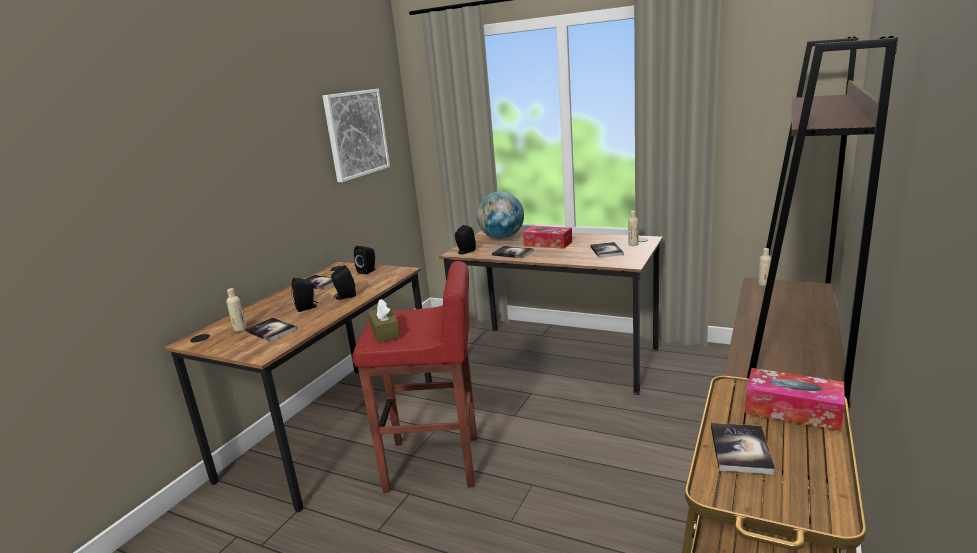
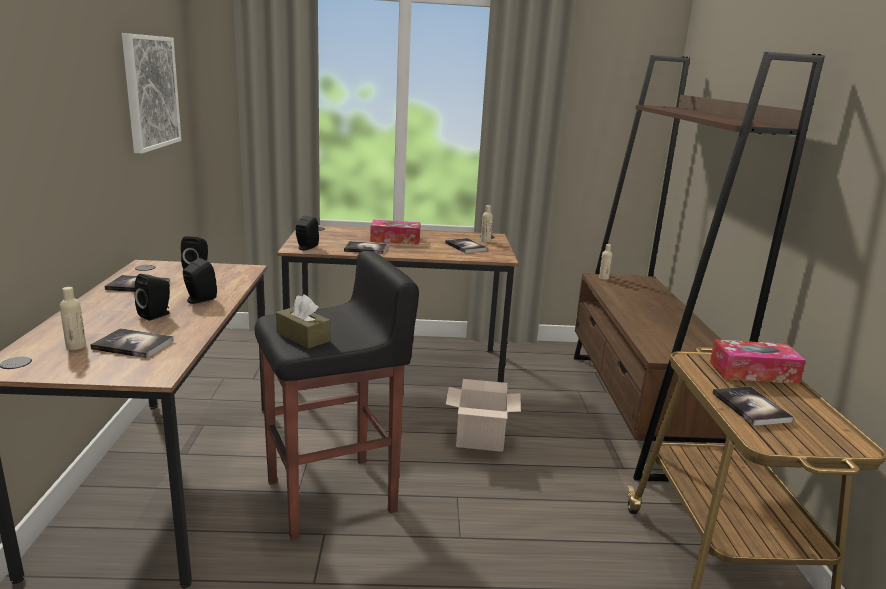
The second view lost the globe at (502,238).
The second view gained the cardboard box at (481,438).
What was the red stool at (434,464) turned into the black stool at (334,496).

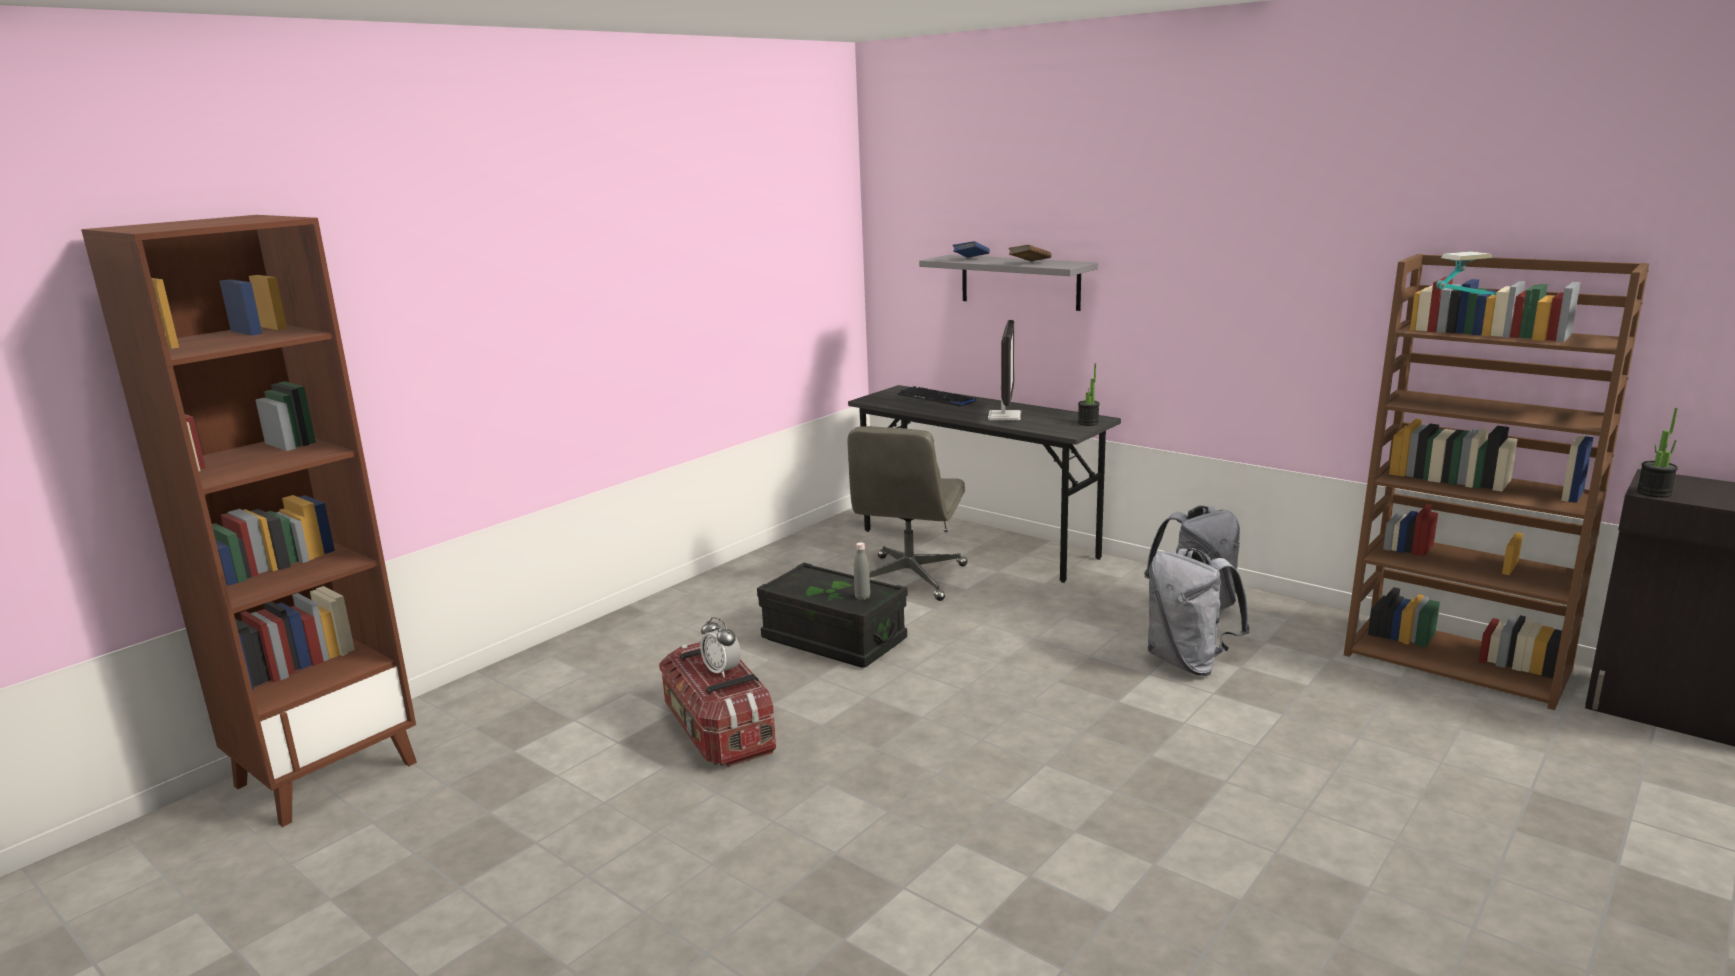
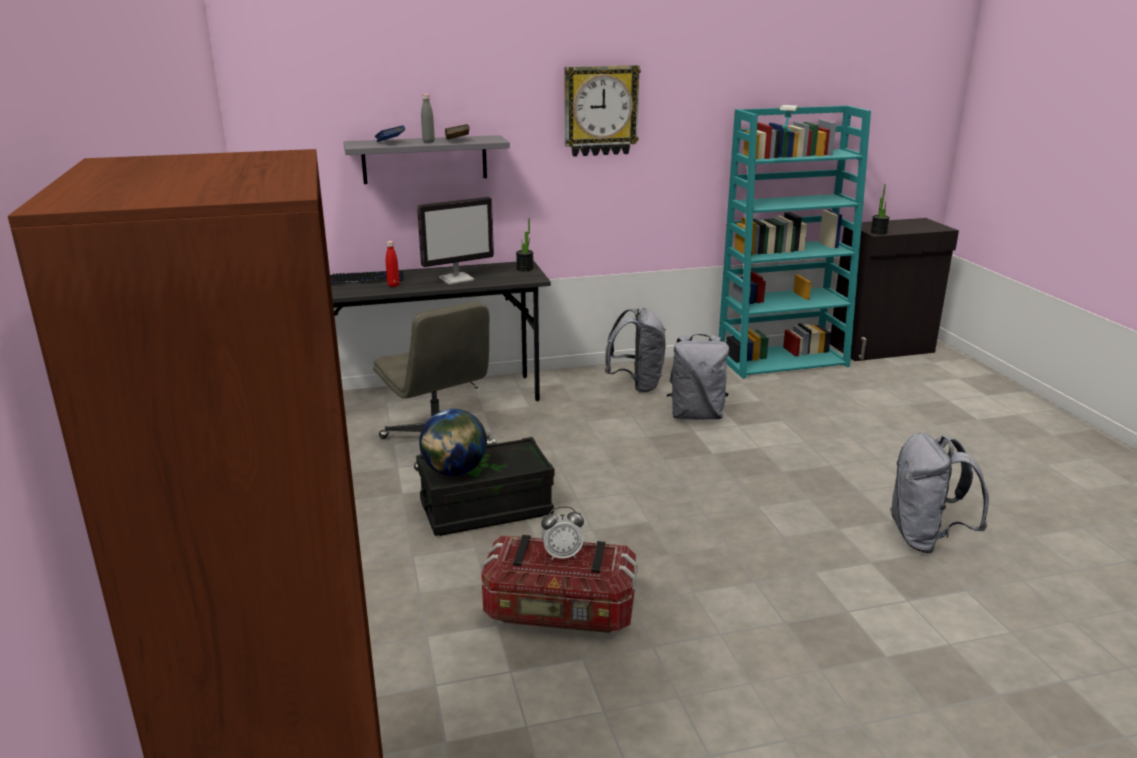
The second view gained the red bottle at (393,285).
The second view gained the globe at (454,471).
The second view gained the wall clock at (600,111).
The second view gained the grey backpack at (926,539).
The grey bottle ended up elsewhere, having gone from (862,597) to (428,142).
What was the brown bookcase at (1458,661) turned into the turquoise bookcase at (783,360).
The monitor at (1004,416) ended up facing another way, 105 degrees clockwise from before.

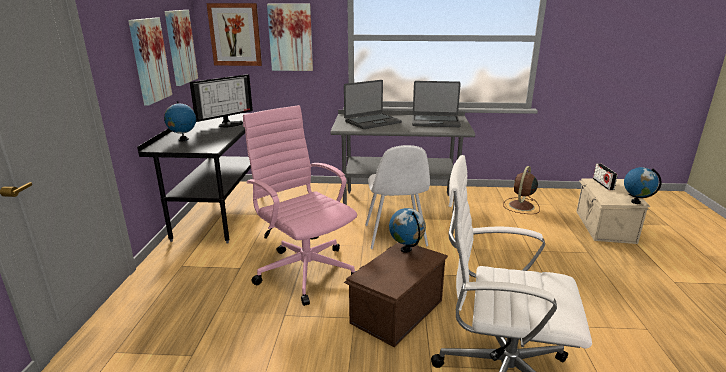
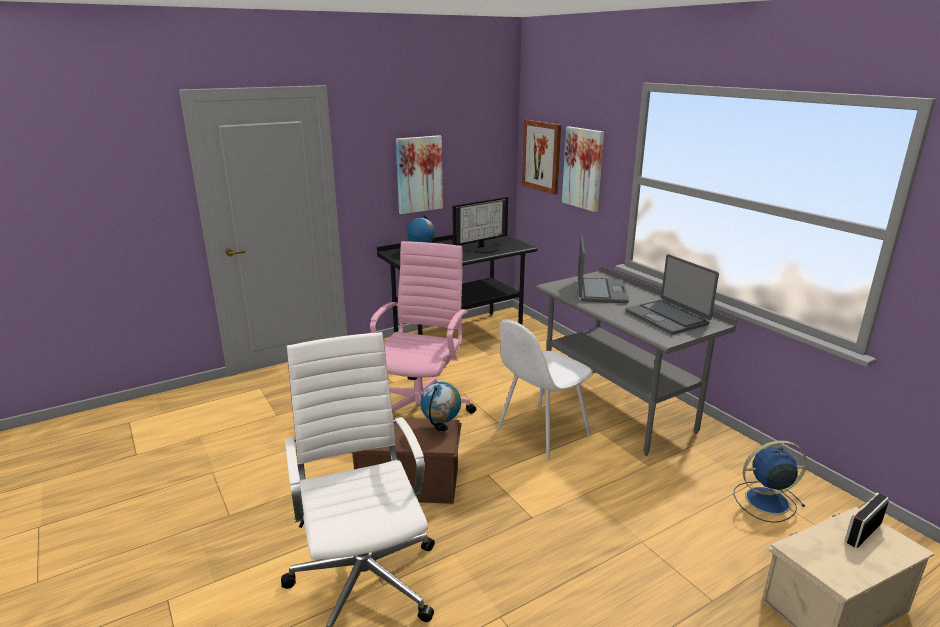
The second view lost the picture at (180,47).
The second view lost the globe at (635,202).
What was the brown fan at (521,206) turned into the blue fan at (765,501).
The monitor at (230,123) ended up facing another way, 45 degrees counterclockwise from before.
The laptop at (372,122) ended up facing another way, 105 degrees counterclockwise from before.

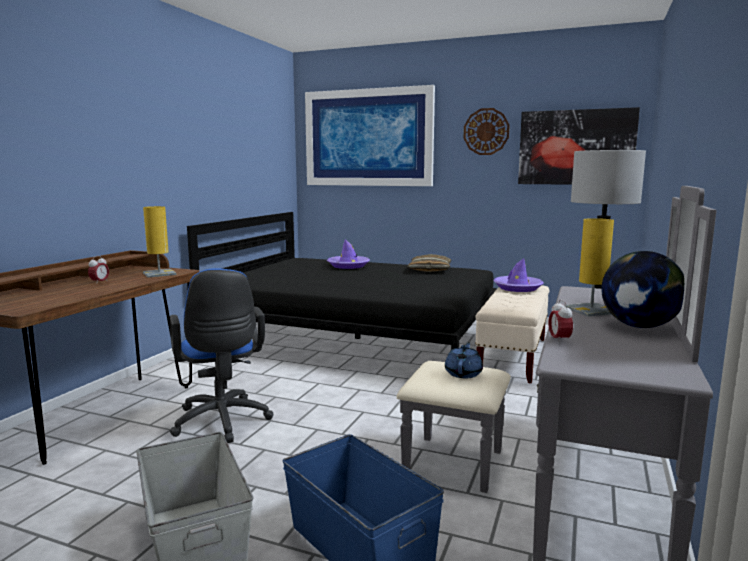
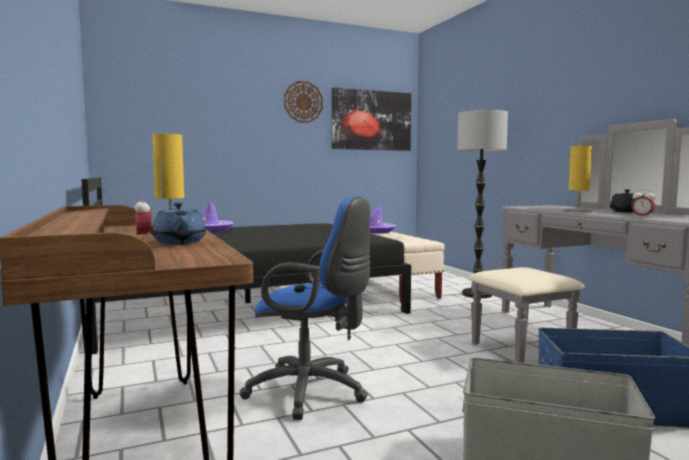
The second view lost the picture at (368,138).
The second view lost the pillow at (429,270).
The blue teapot ended up elsewhere, having gone from (463,373) to (179,242).
Where the globe stood at (639,326), the black teapot came to stand at (626,212).

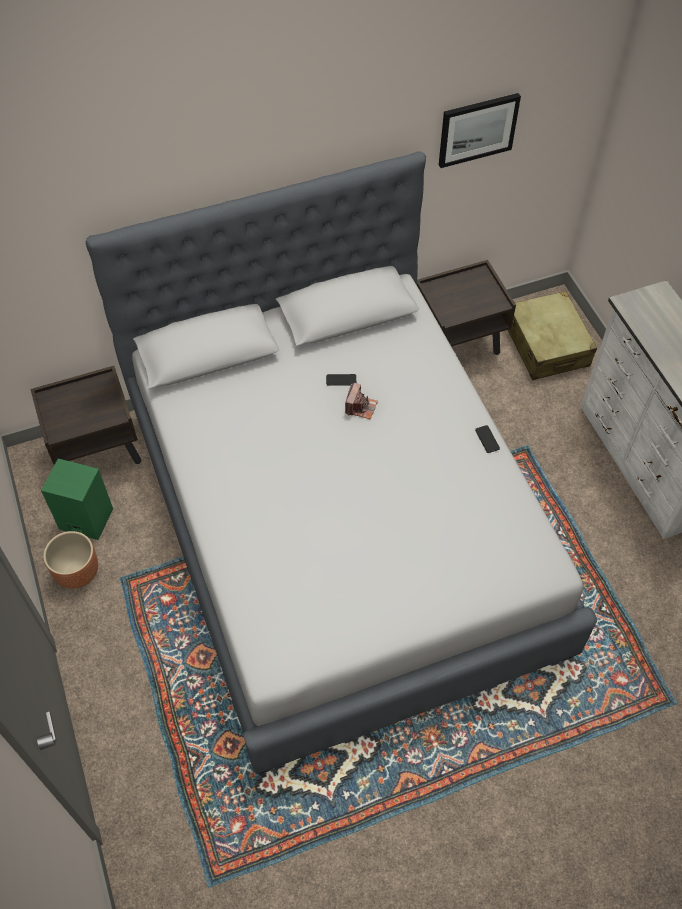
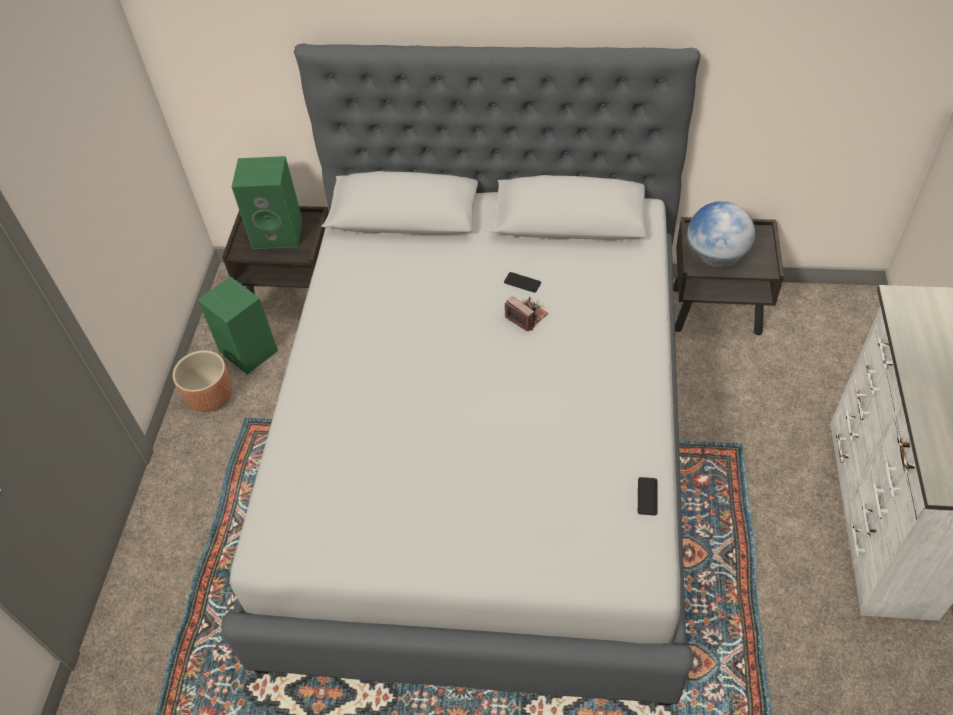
The second view lost the picture at (477,129).
The second view lost the beige suitcase at (546,345).
The second view gained the green speaker at (279,233).
The second view gained the globe at (716,257).
The phone ended up elsewhere, having gone from (487,439) to (647,496).
The photo camera at (360,407) ended up facing another way, 90 degrees counterclockwise from before.

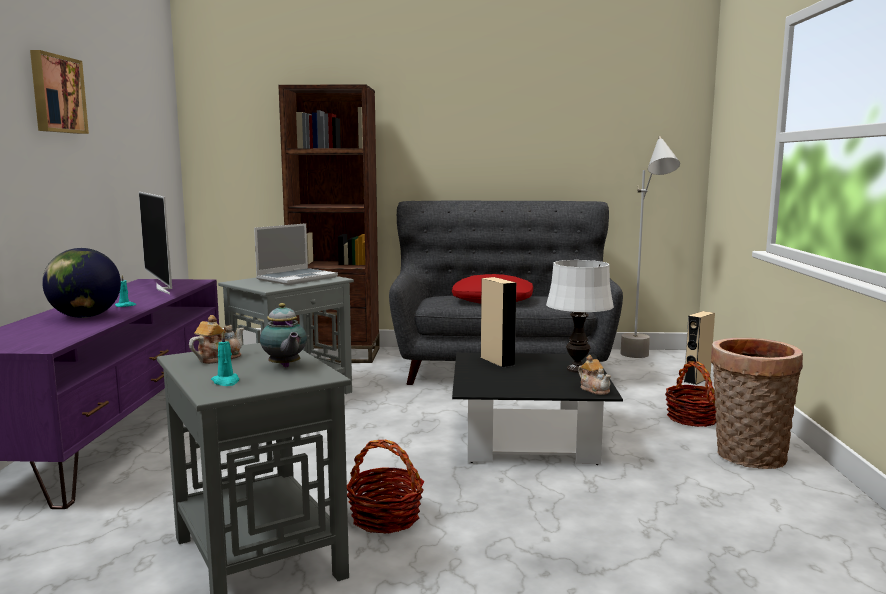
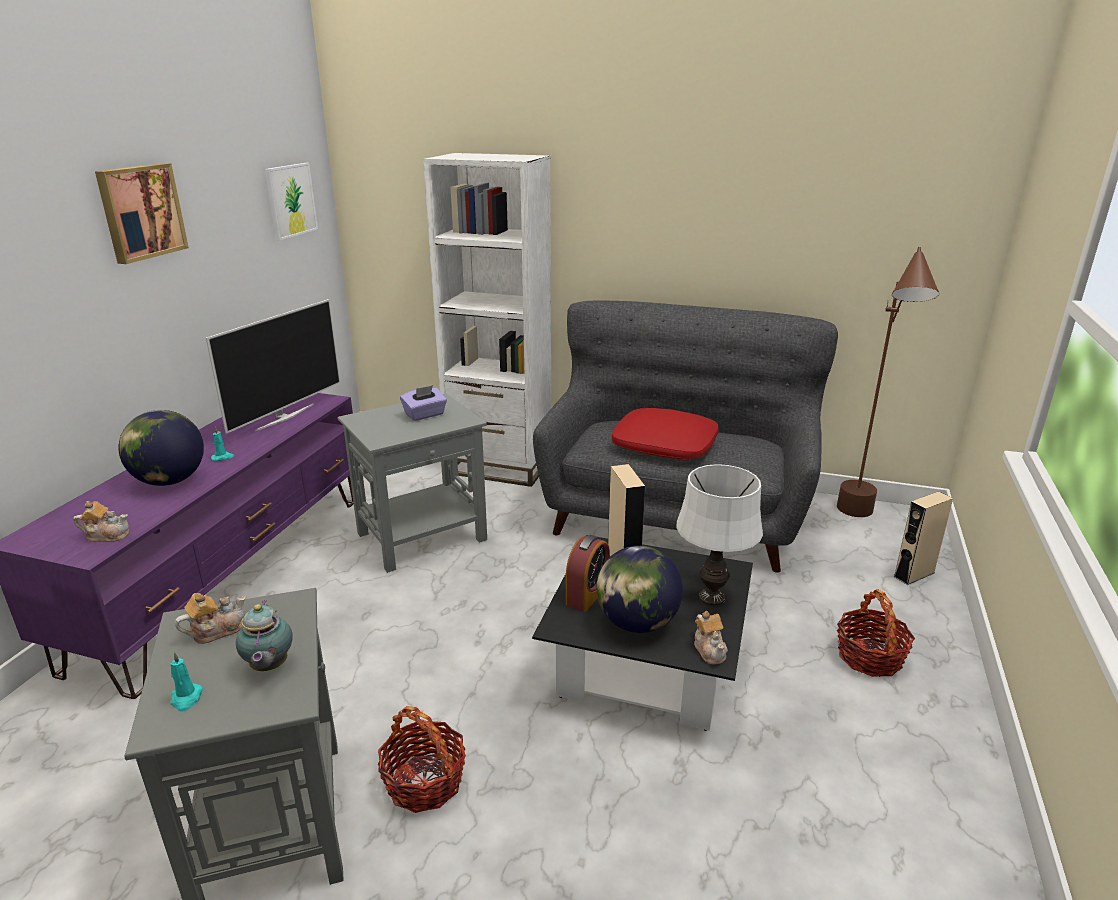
The second view lost the basket at (747,457).
The second view gained the teapot at (107,535).
The second view gained the picture at (290,200).
The second view gained the alarm clock at (587,594).
The second view gained the globe at (636,623).
Where the laptop stood at (297,278), the purple tissue box came to stand at (425,415).
What was the brown bookcase at (336,355) turned into the white bookcase at (499,466).
What was the grey floor lamp at (642,360) turned into the brown floor lamp at (859,523).
The television at (164,288) ended up facing another way, 135 degrees counterclockwise from before.

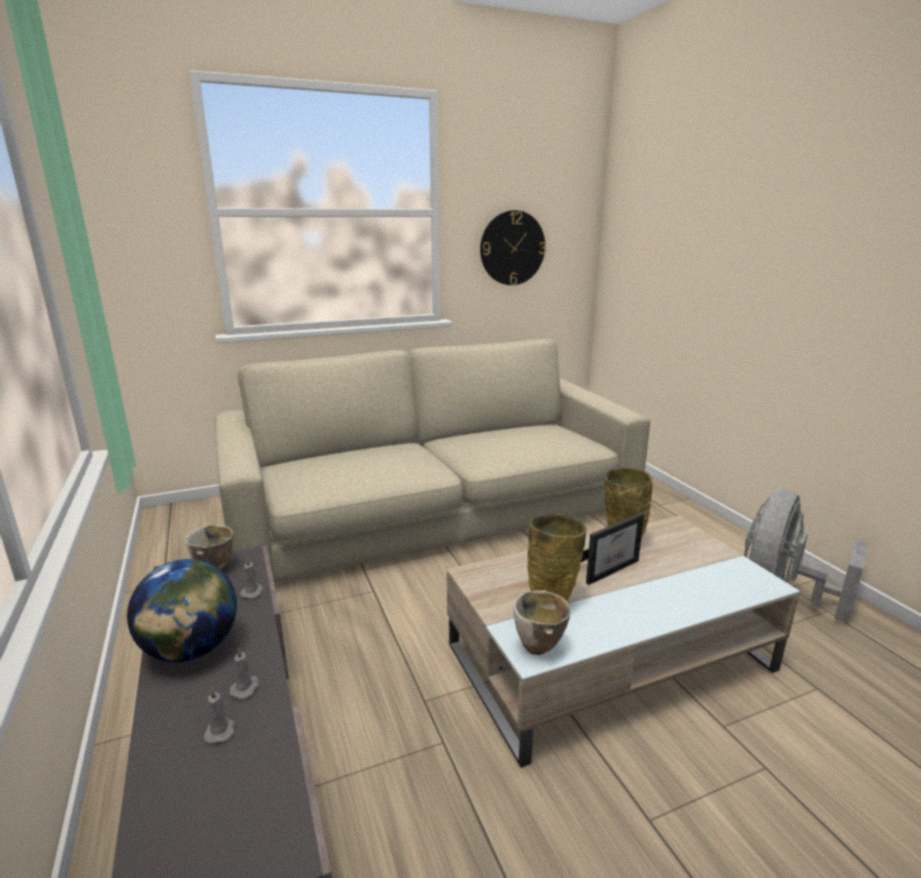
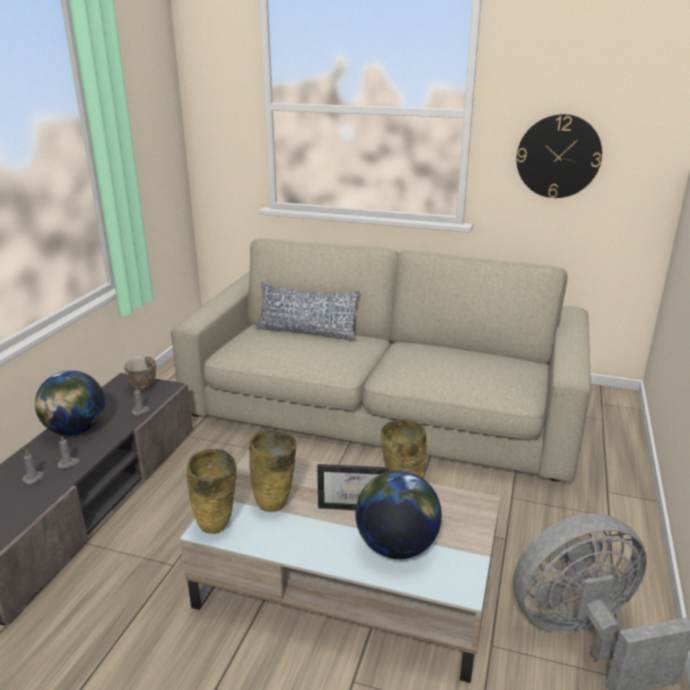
The second view gained the pillow at (307,332).
The second view gained the globe at (396,546).
Where the bowl stood at (539,648), the beige vase came to stand at (216,527).

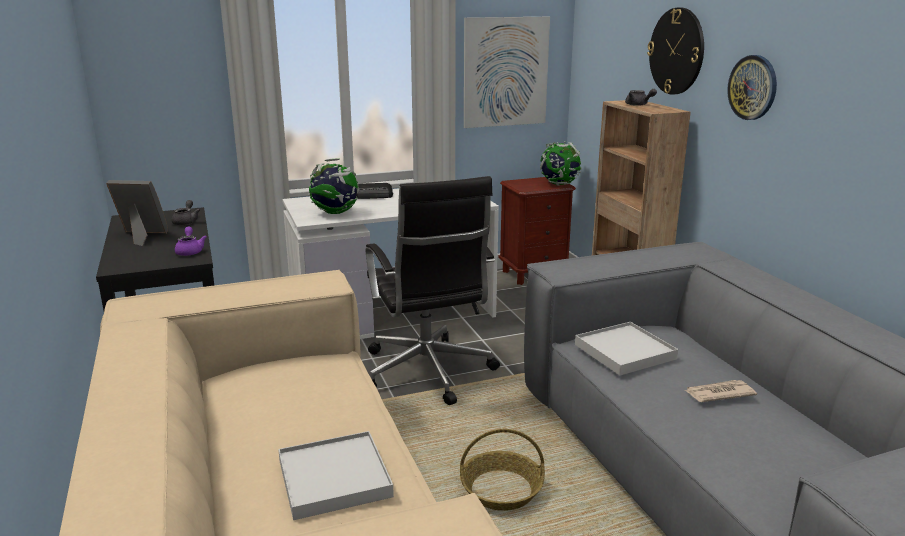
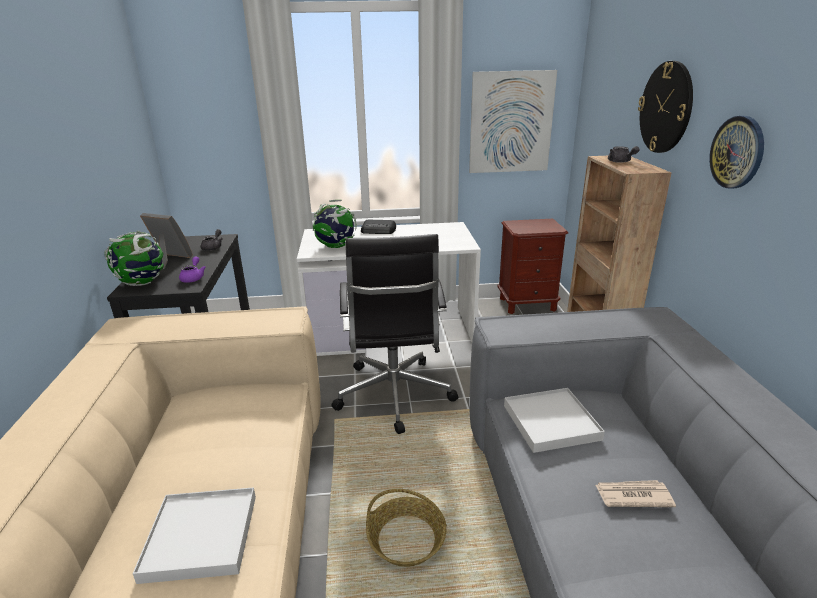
The globe ended up elsewhere, having gone from (559,184) to (142,283).

